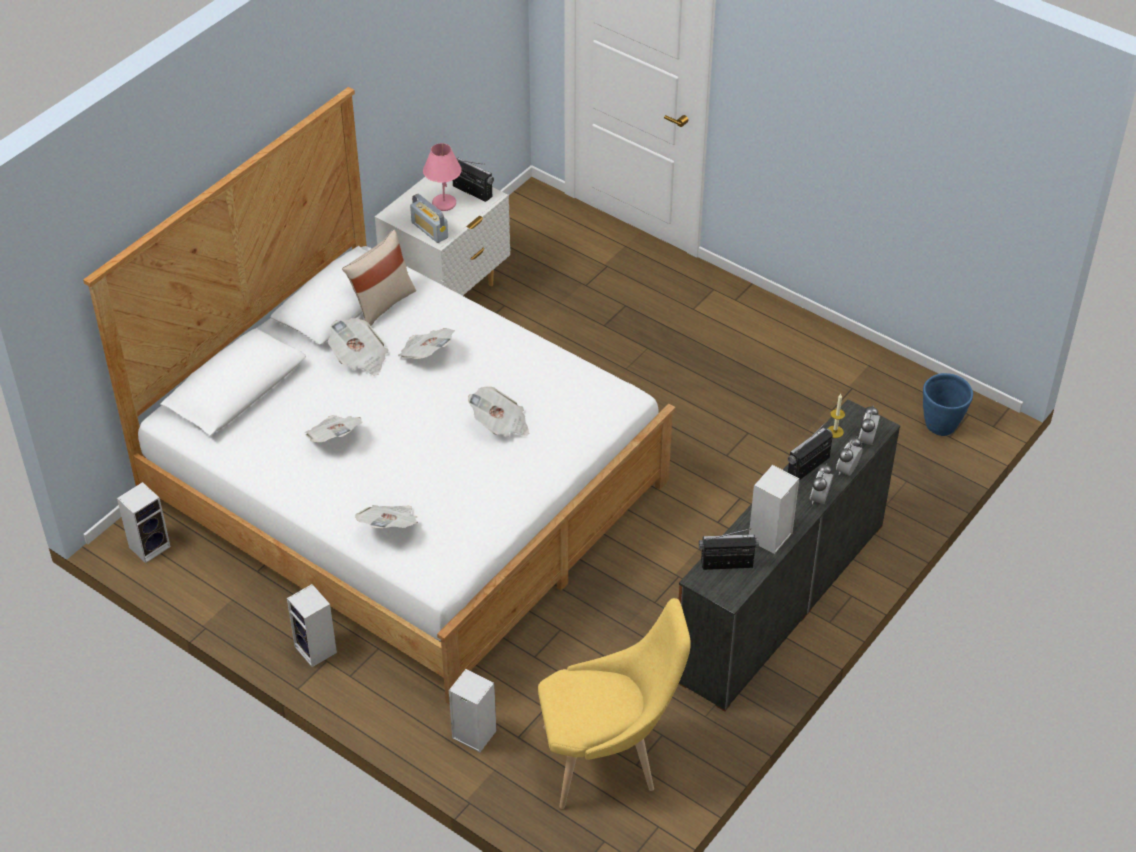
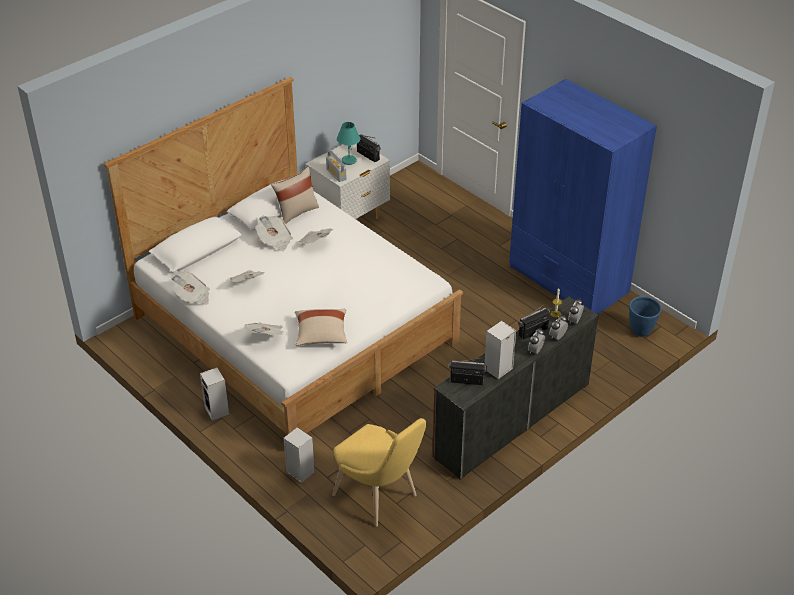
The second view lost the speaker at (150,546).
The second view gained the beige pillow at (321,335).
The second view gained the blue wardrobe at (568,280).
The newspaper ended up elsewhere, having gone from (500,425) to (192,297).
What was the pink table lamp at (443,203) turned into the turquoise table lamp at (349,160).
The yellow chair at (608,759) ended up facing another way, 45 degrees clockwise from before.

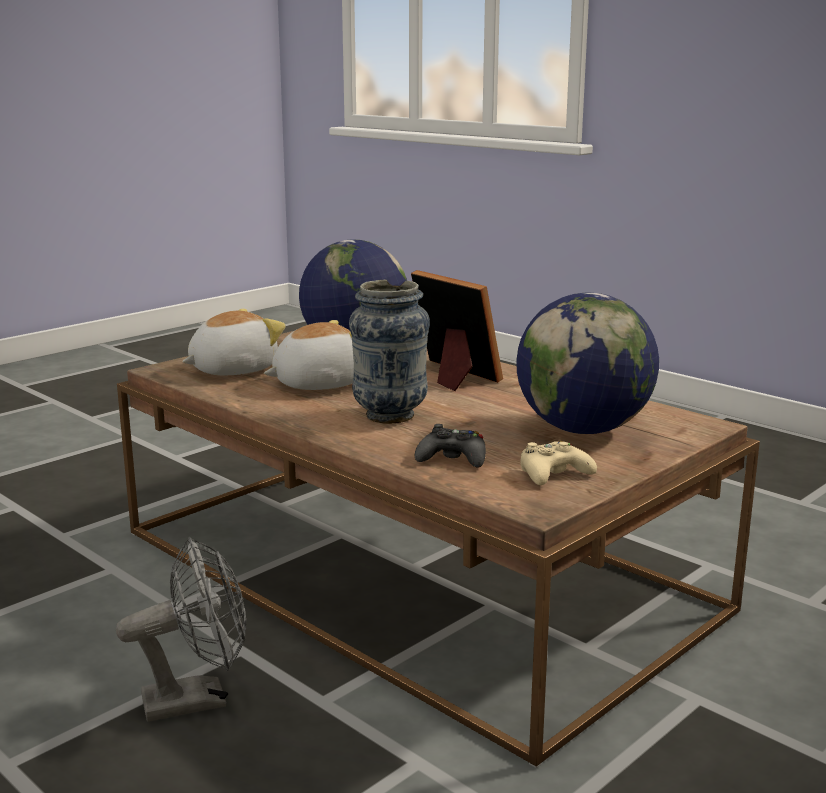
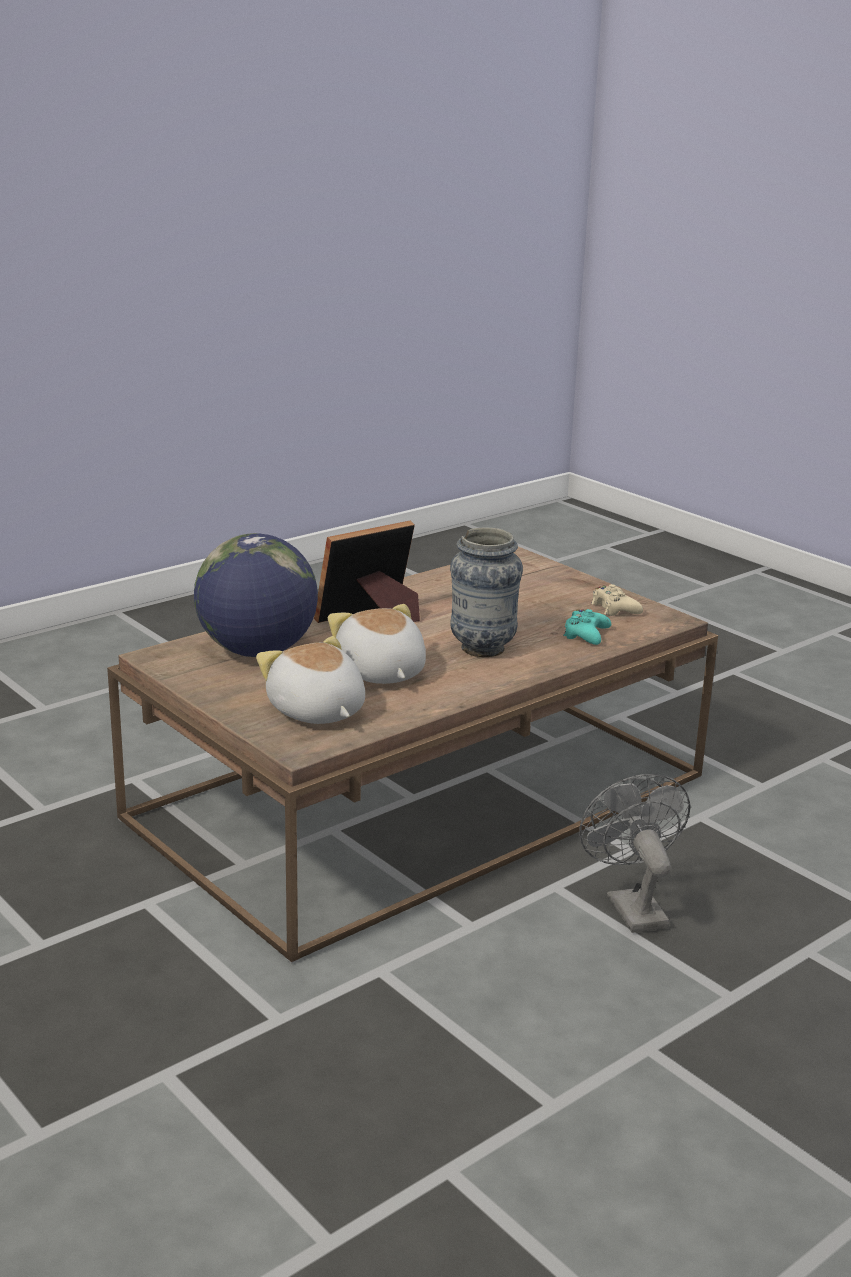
The second view lost the globe at (583,429).
What was the black game controller at (452,459) turned into the turquoise game controller at (586,635).

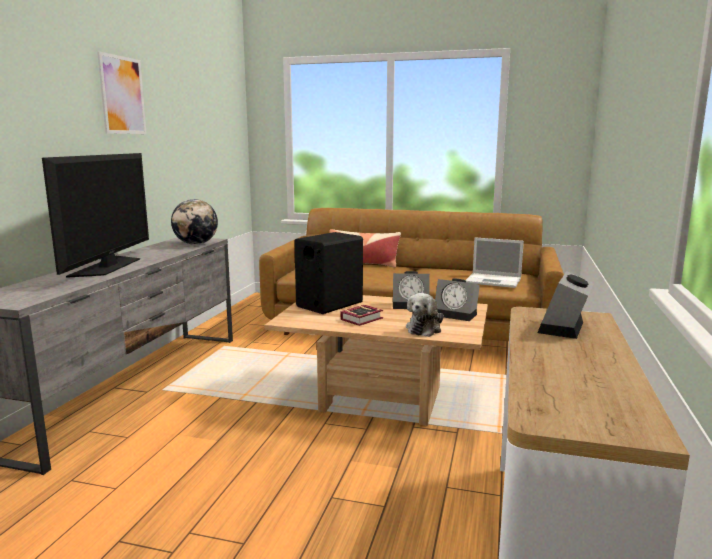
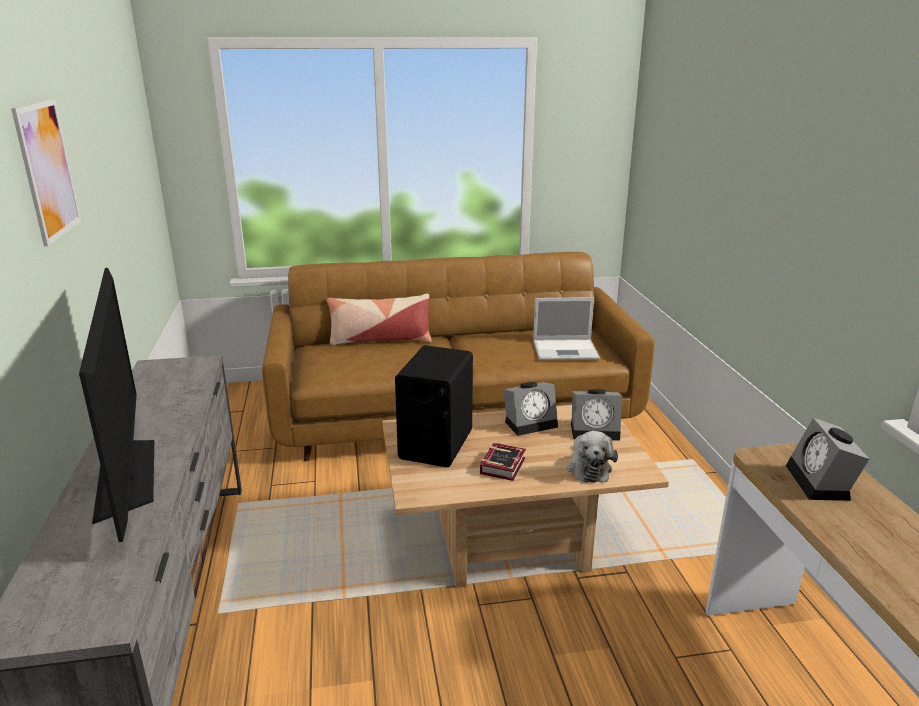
The second view lost the globe at (196,244).

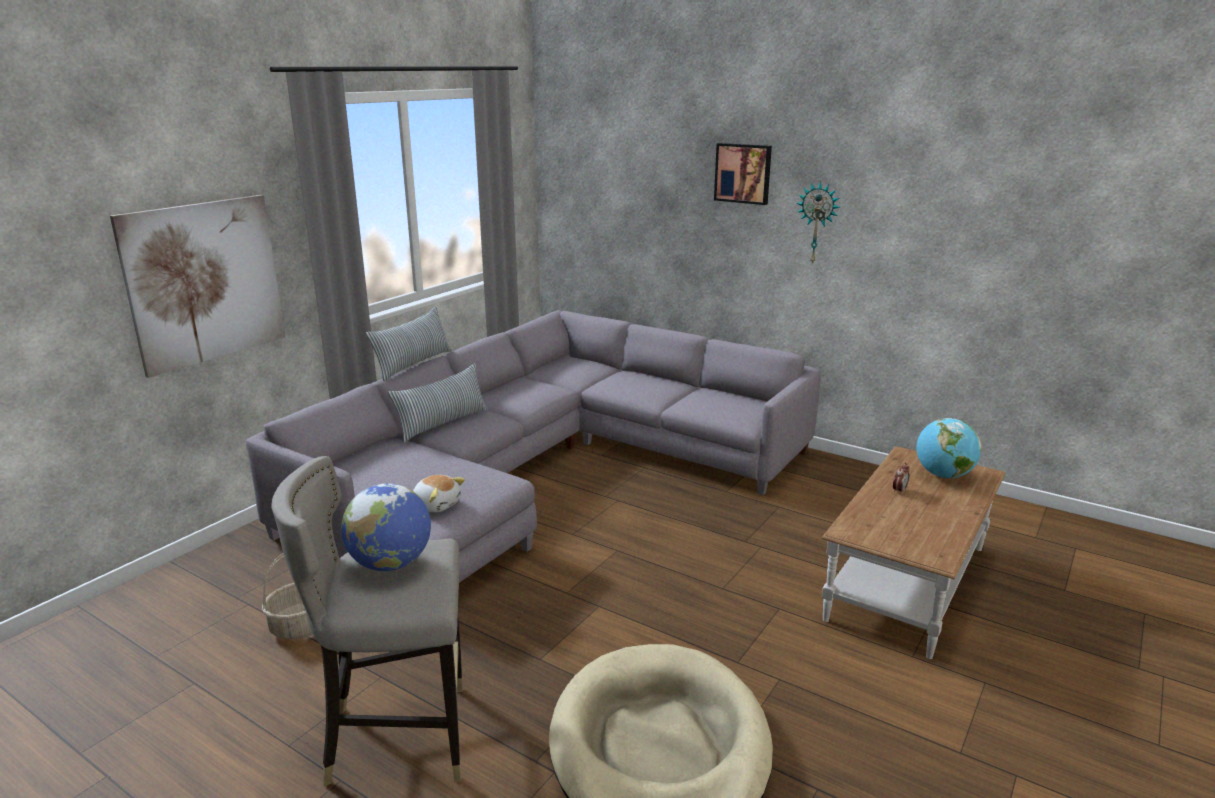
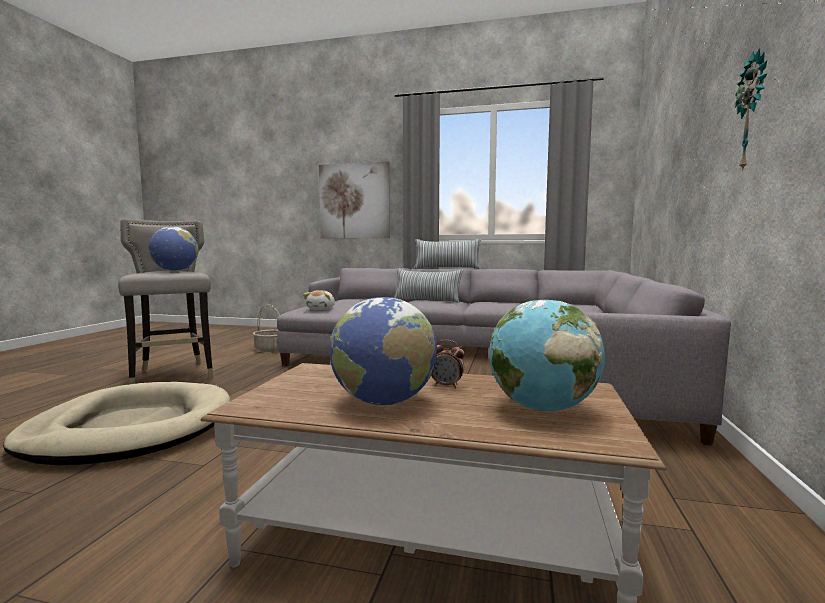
The second view lost the picture at (743,173).
The second view gained the globe at (384,402).

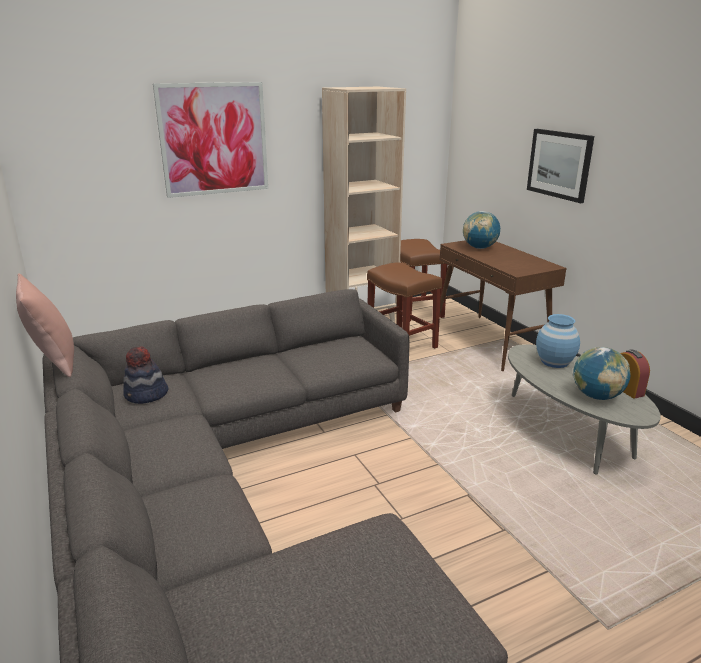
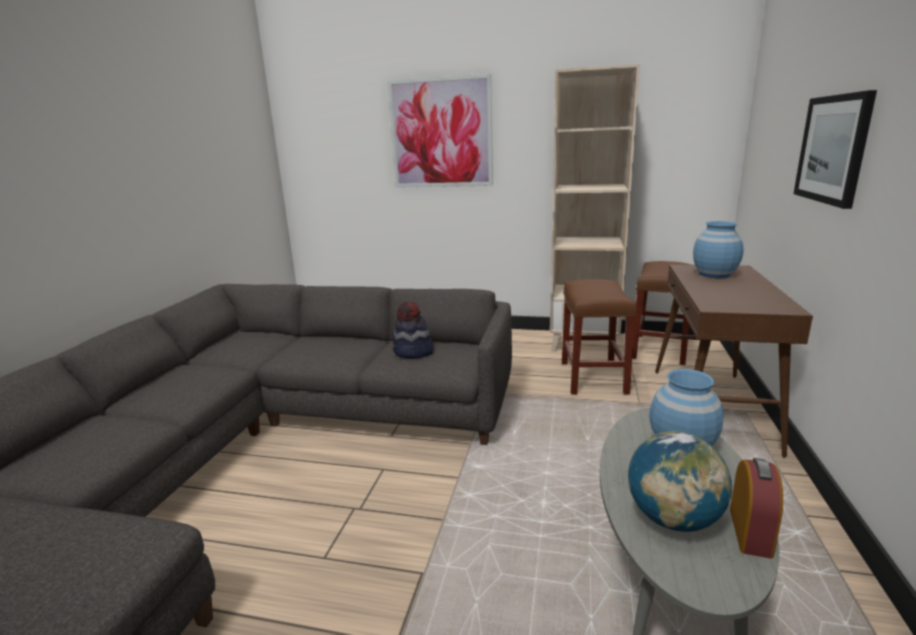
The second view lost the pink pillow at (54,361).
The hat ended up elsewhere, having gone from (146,395) to (413,352).
Where the globe stood at (479,248), the blue vase came to stand at (714,274).

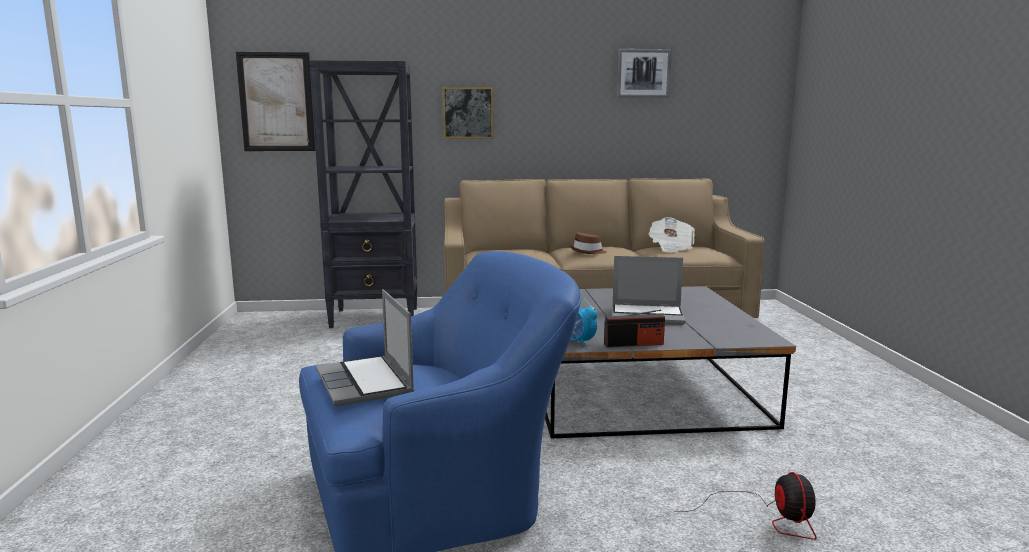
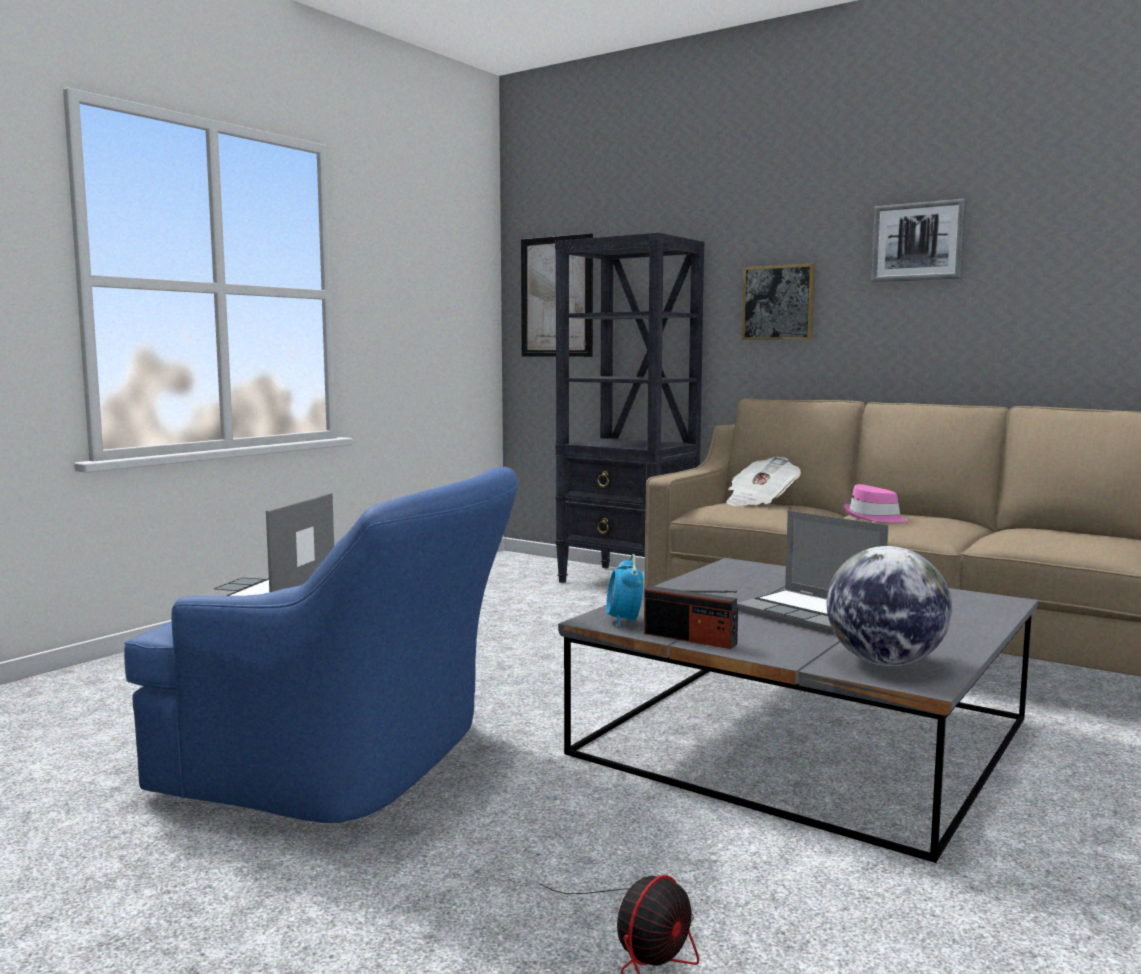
The second view gained the globe at (885,663).
The picture ended up elsewhere, having gone from (643,73) to (918,242).
The newspaper ended up elsewhere, having gone from (671,248) to (759,502).
What was the brown hat at (588,252) turned into the pink hat at (874,518).

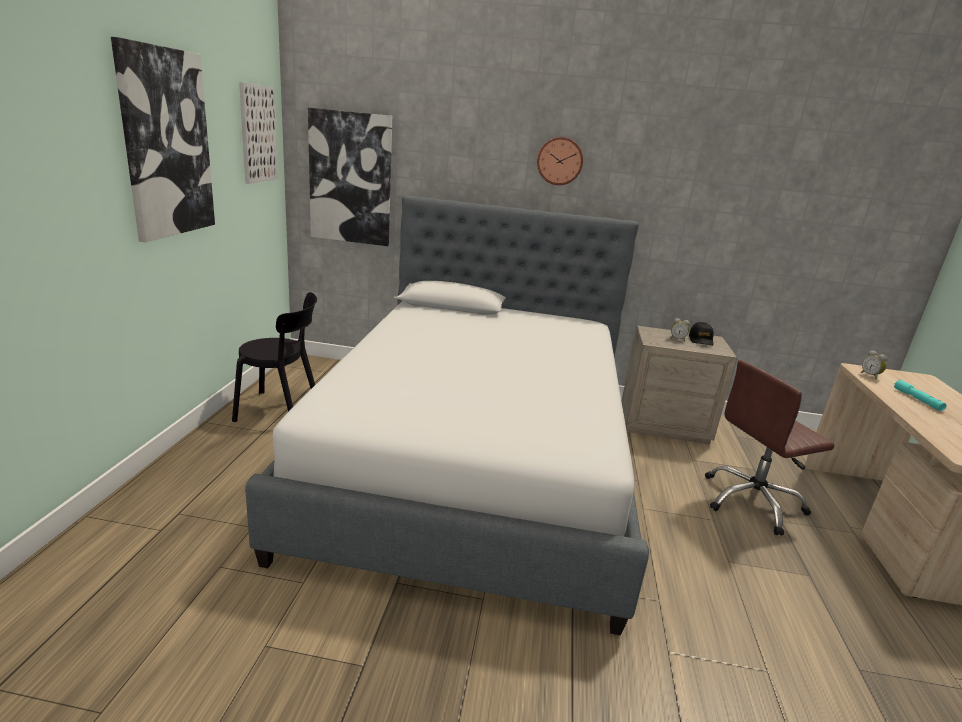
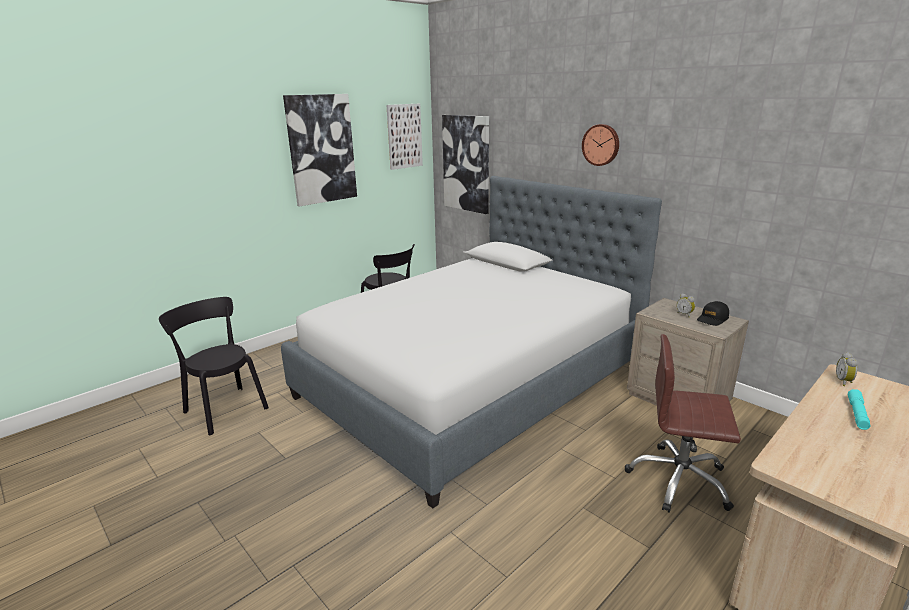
The second view gained the black chair at (224,408).

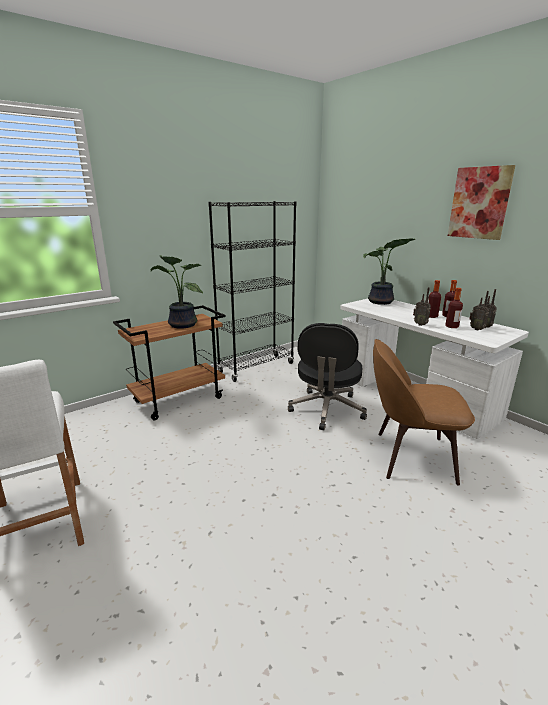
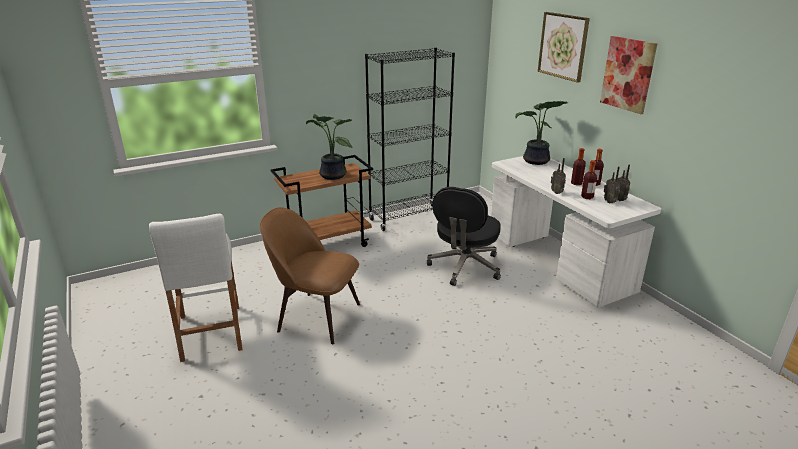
The second view gained the picture at (563,46).
The brown chair ended up elsewhere, having gone from (410,456) to (316,316).

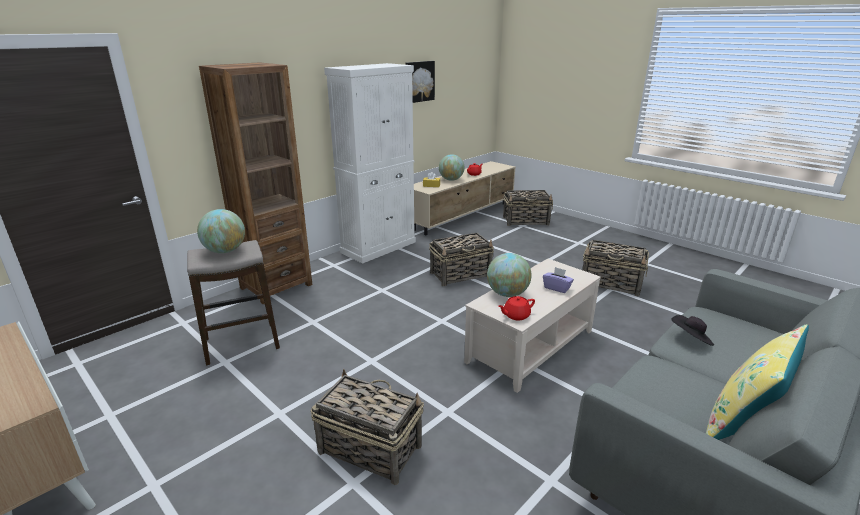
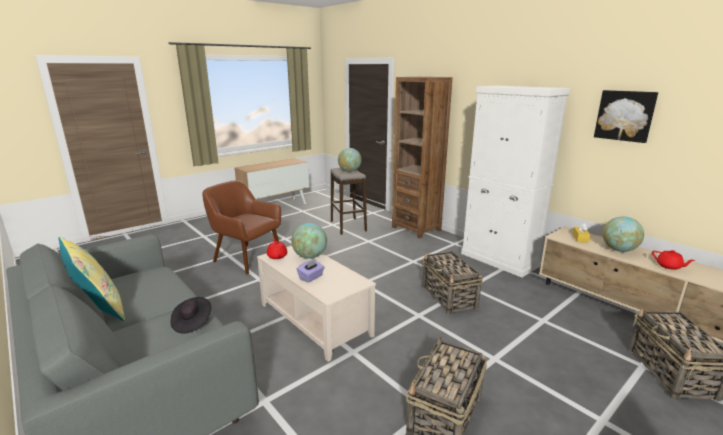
Where the basket stood at (369,448), the brown armchair came to stand at (247,258).

